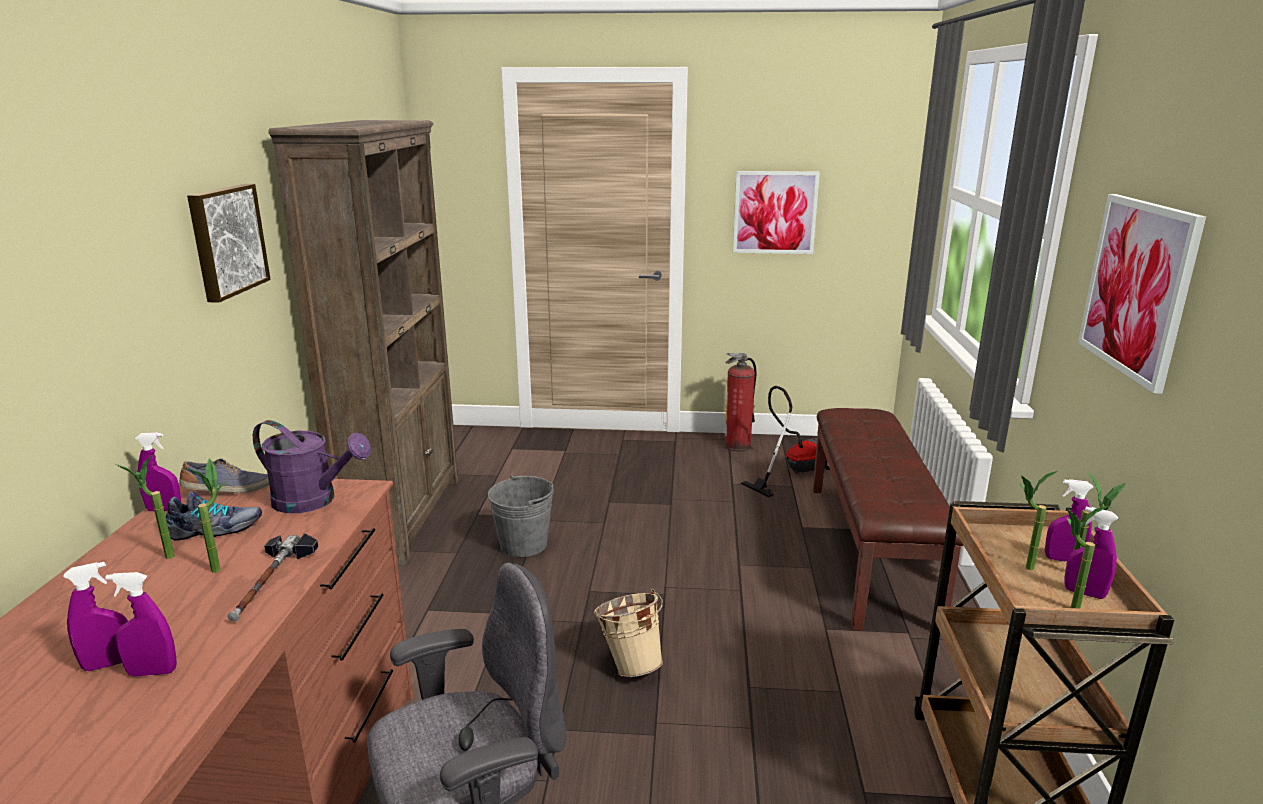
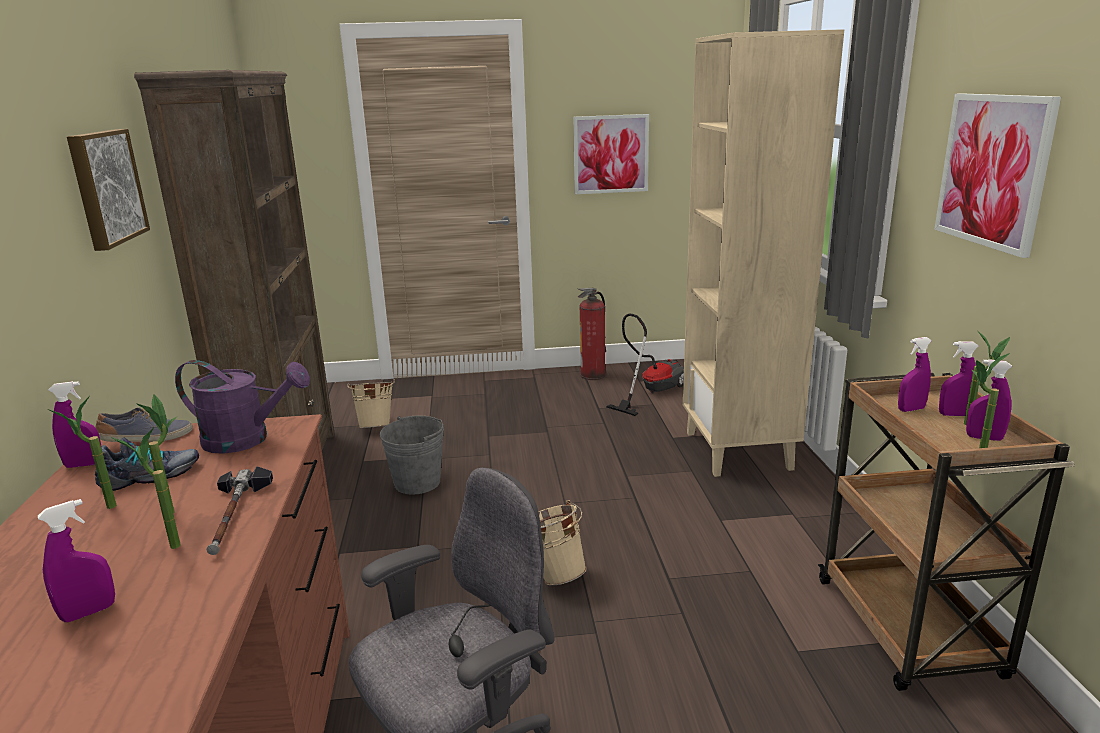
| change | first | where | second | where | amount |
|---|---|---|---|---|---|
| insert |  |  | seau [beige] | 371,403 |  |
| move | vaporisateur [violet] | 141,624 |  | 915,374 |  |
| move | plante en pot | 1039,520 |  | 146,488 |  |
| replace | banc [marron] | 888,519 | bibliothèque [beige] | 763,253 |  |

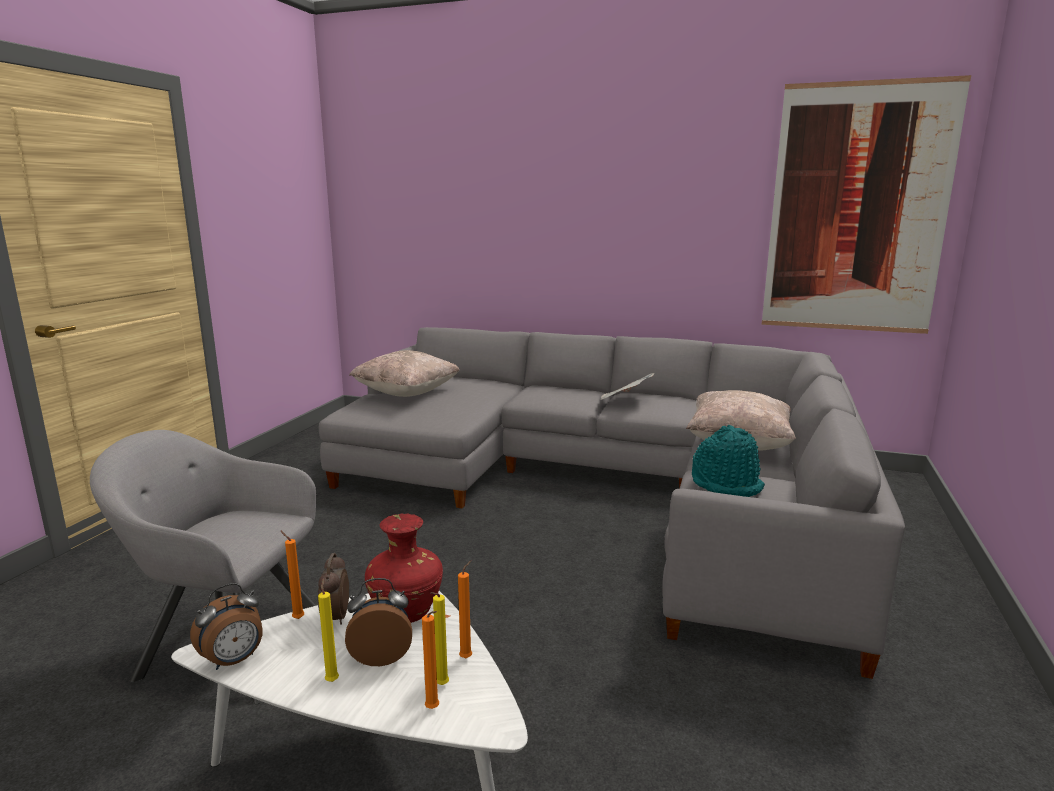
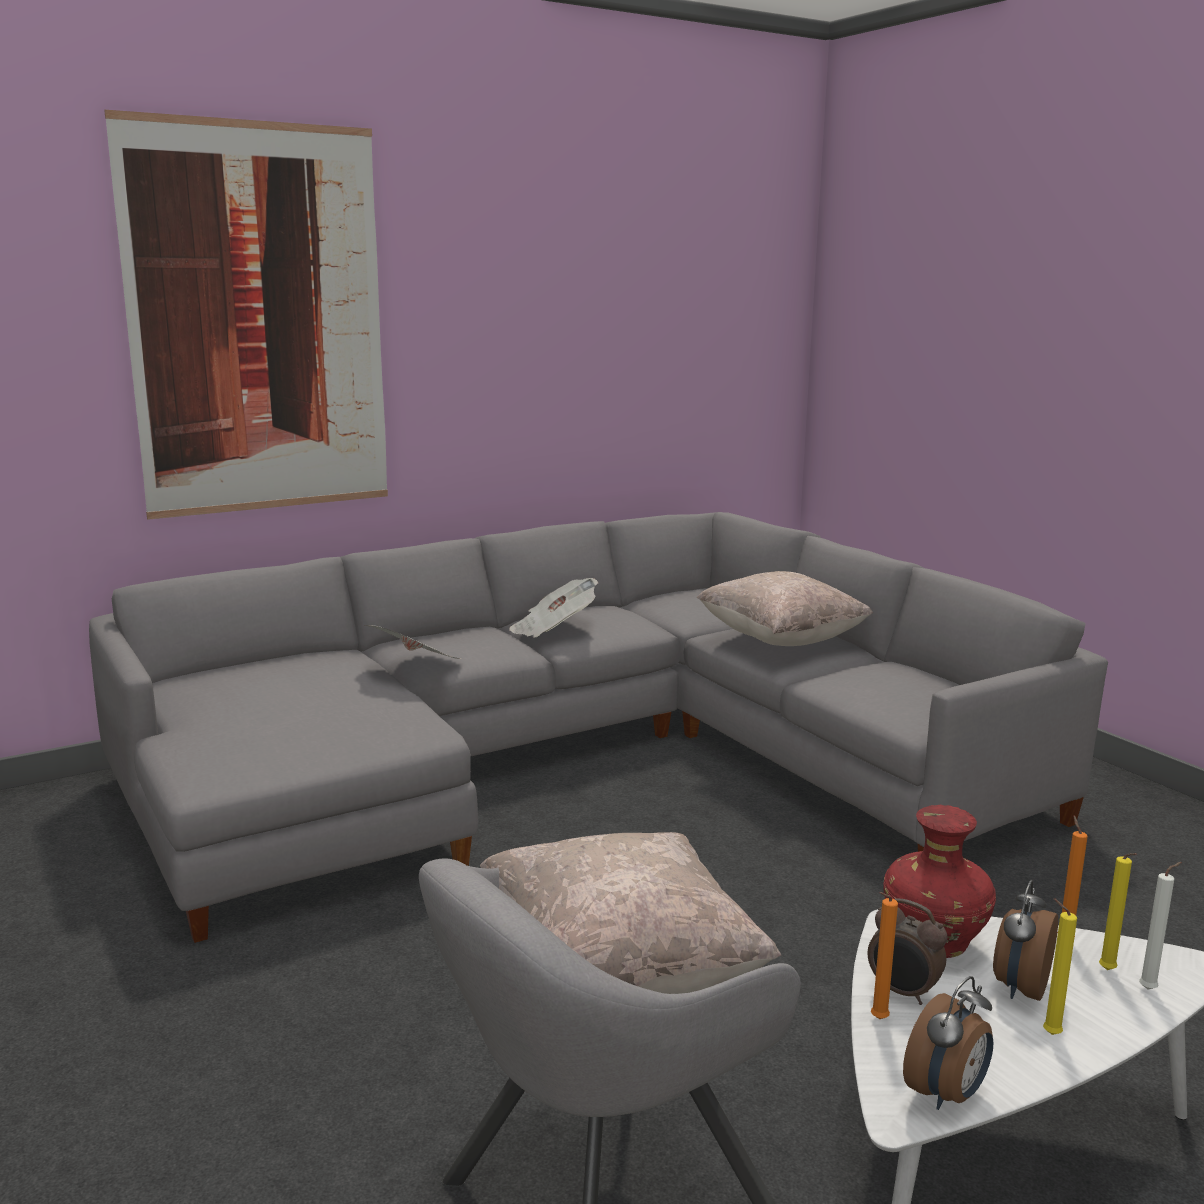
| change | first | where | second | where | amount |
|---|---|---|---|---|---|
| delete | chapeau [turquoise] | 728,460 |  |  |  |
| insert |  |  | journal | 412,642 |  |
| move | coussin [beige] | 404,373 |  | 630,913 |  |
| move | tableau | 866,204 |  | 246,315 |  |
| recolor | bougie [orange] | 430,660 | bougie [blanc] | 1160,926 |  |
| rotate | réveil | 226,626 |  | 948,1043 | 45 degrees clockwise |

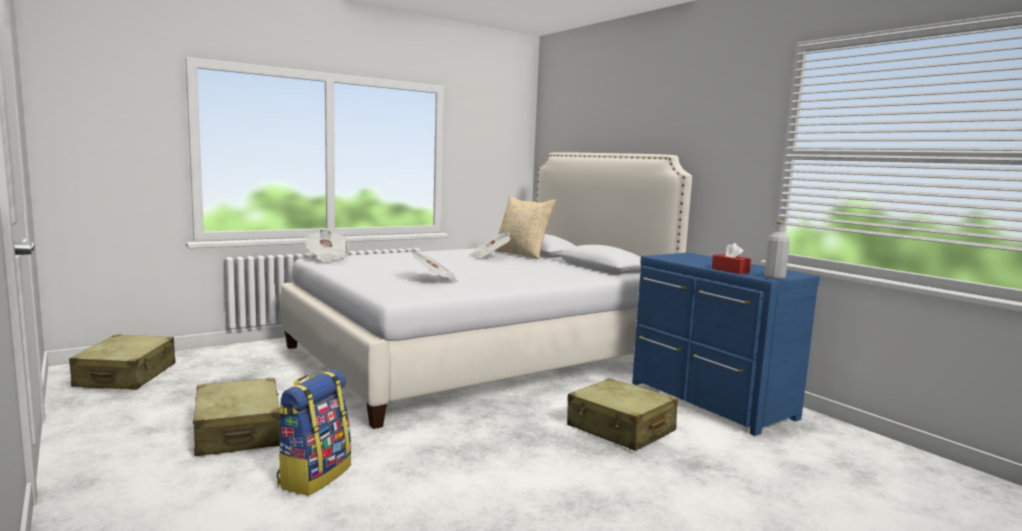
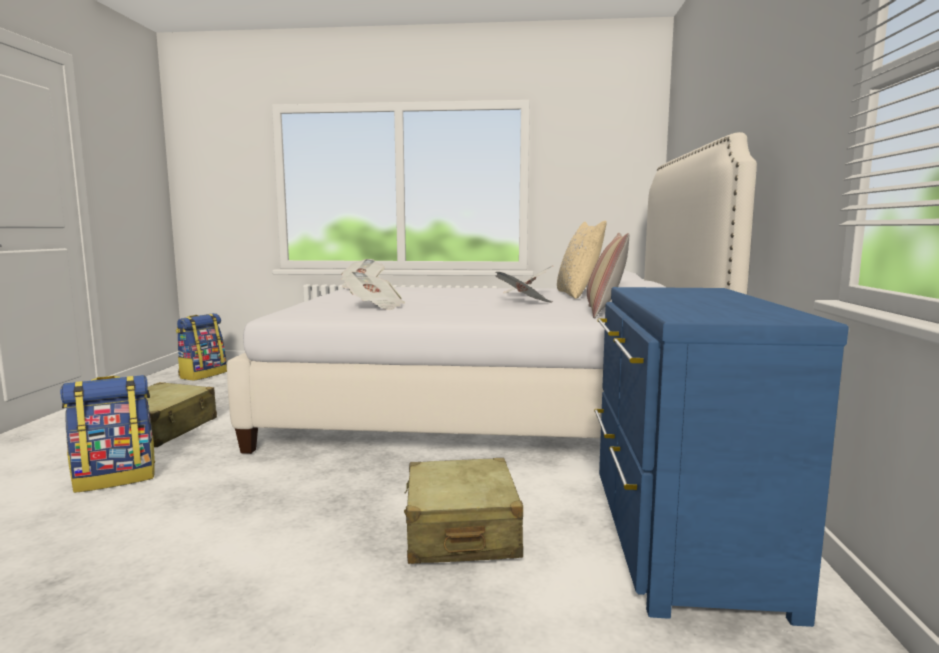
| change | first | where | second | where | amount |
|---|---|---|---|---|---|
| delete | boîte à mouchoirs [rouge] | 731,258 |  |  |  |
| delete | bouteille [gris] | 777,250 |  |  |  |
| insert |  |  | journal | 524,287 |  |
| insert |  |  | coussin | 608,275 |  |
| replace | valise [beige] | 122,362 | sac à dos | 201,347 |  |

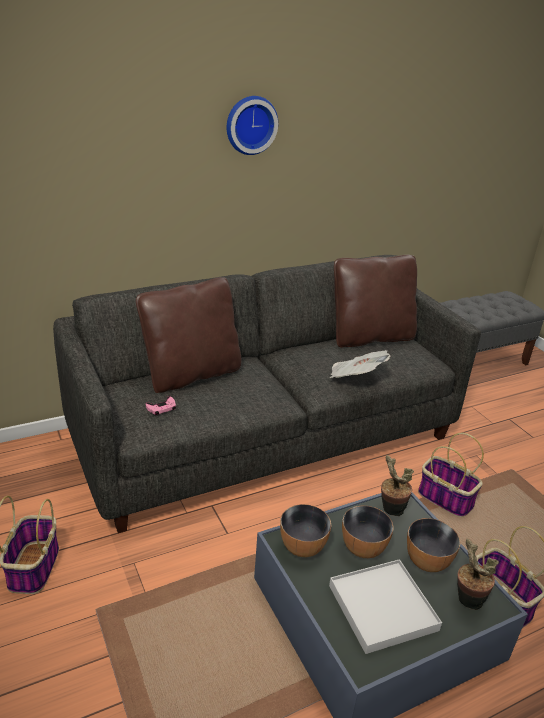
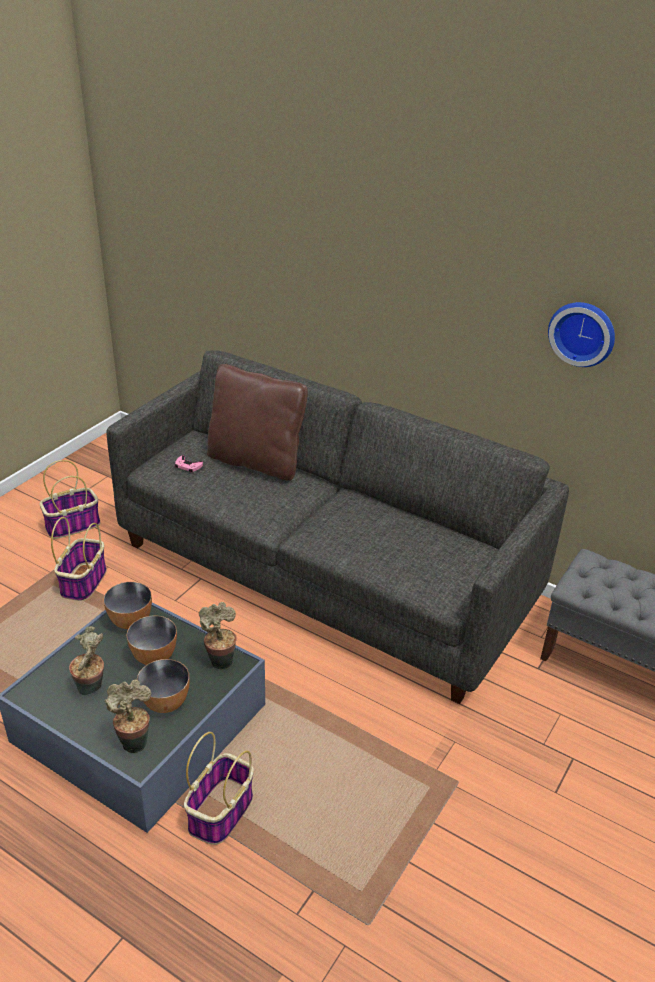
| change | first | where | second | where | amount |
|---|---|---|---|---|---|
| delete | journal | 360,364 |  |  |  |
| delete | coussin [marron] | 375,301 |  |  |  |
| move | horloge murale | 252,125 |  | 581,334 |  |
| move | panier | 451,475 |  | 79,559 |  |
| replace | plateau [blanc] | 385,606 | plante en pot | 86,660 |  |

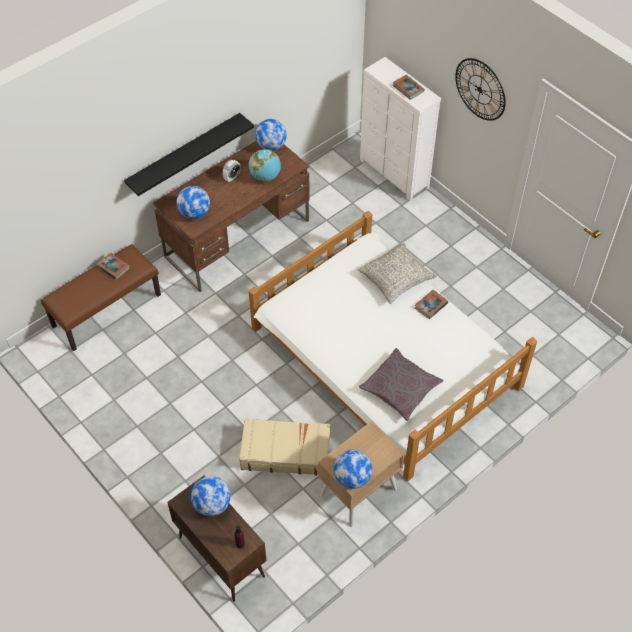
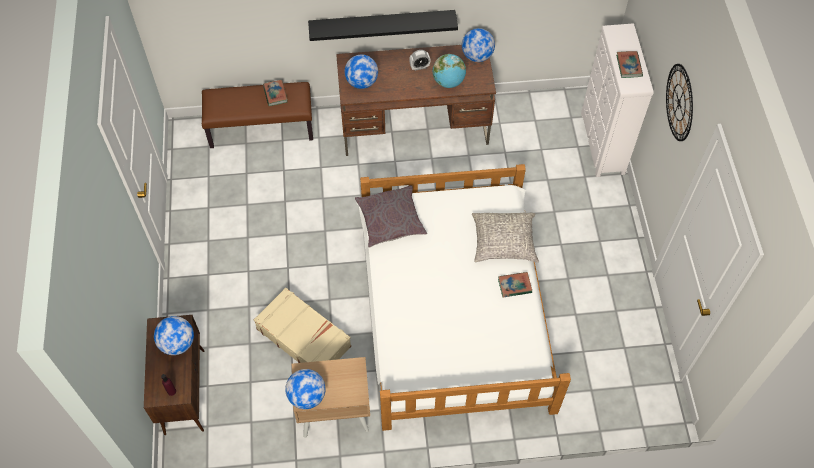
| change | first | where | second | where | amount |
|---|---|---|---|---|---|
| move | coussin [gris] | 401,384 |  | 391,216 |  |

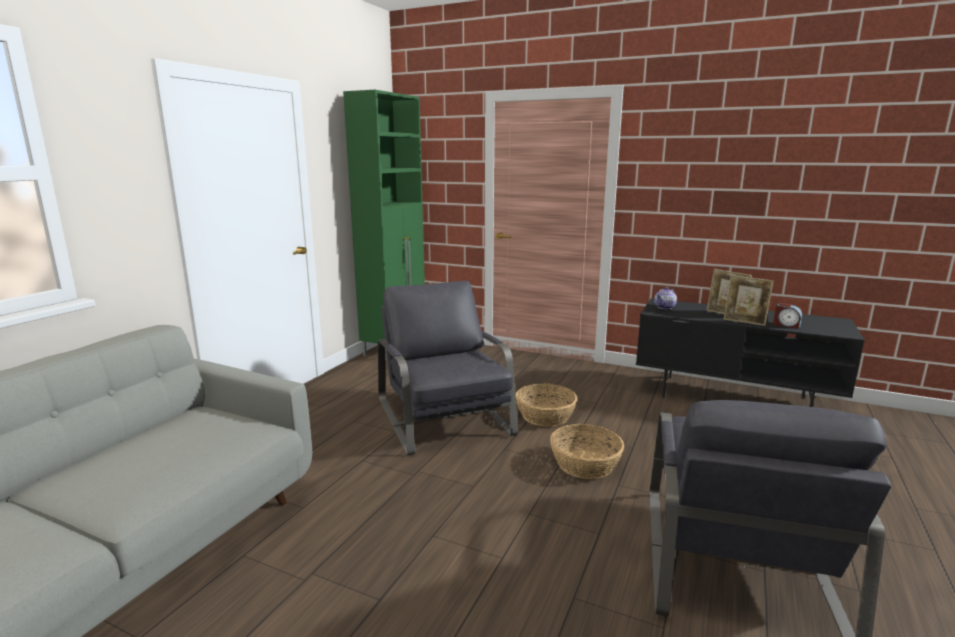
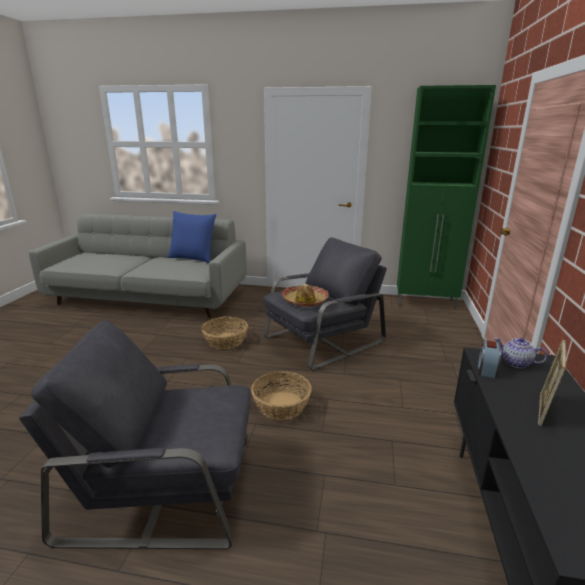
| change | first | where | second | where | amount |
|---|---|---|---|---|---|
| delete | cadre photo | 749,300 |  |  |  |
| insert |  |  | coussin [bleu] | 191,237 |  |
| insert |  |  | chapeau | 305,295 |  |
| move | panier | 546,405 |  | 224,333 |  |
| move | réveil | 787,316 |  | 489,359 |  |

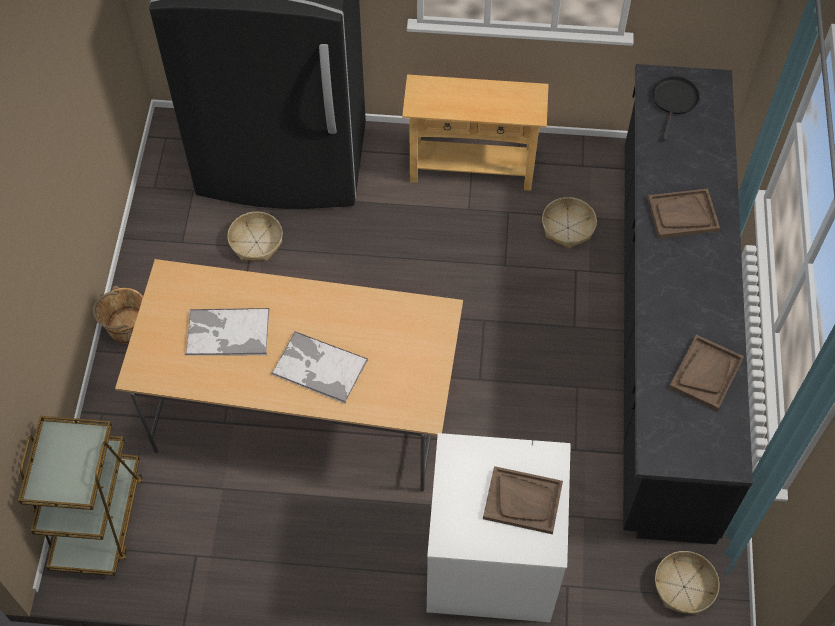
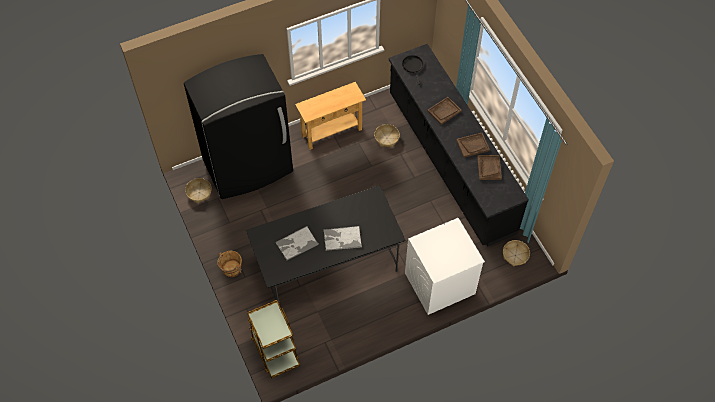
| change | first | where | second | where | amount |
|---|---|---|---|---|---|
| move | panier | 255,236 |  | 198,190 |  |
| move | plateau [marron] | 523,500 |  | 473,145 |  |
| recolor | table à manger [beige] | 289,375 | table à manger [noir] | 326,245 |  |

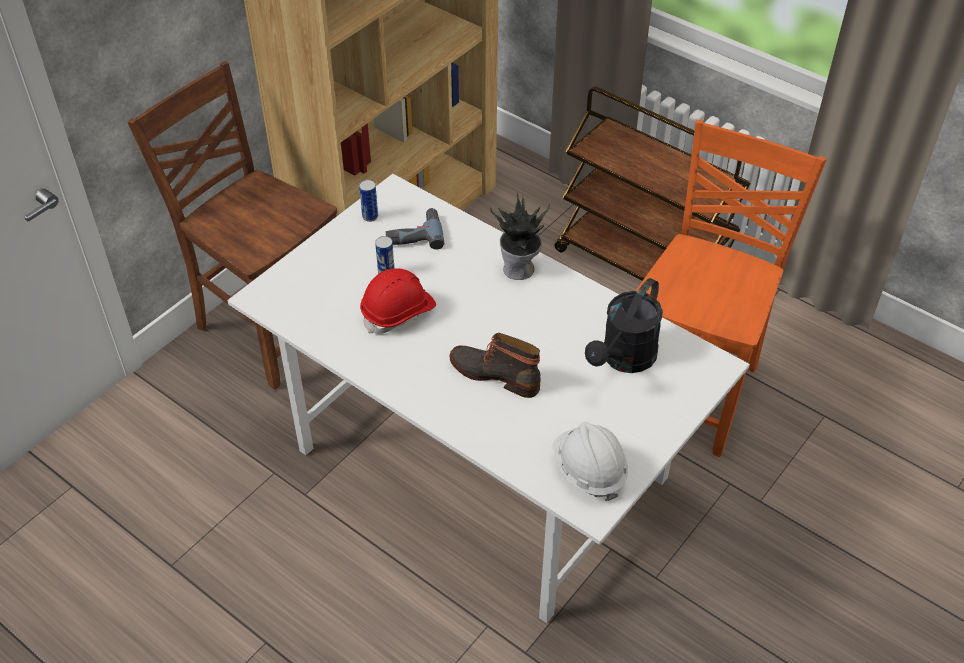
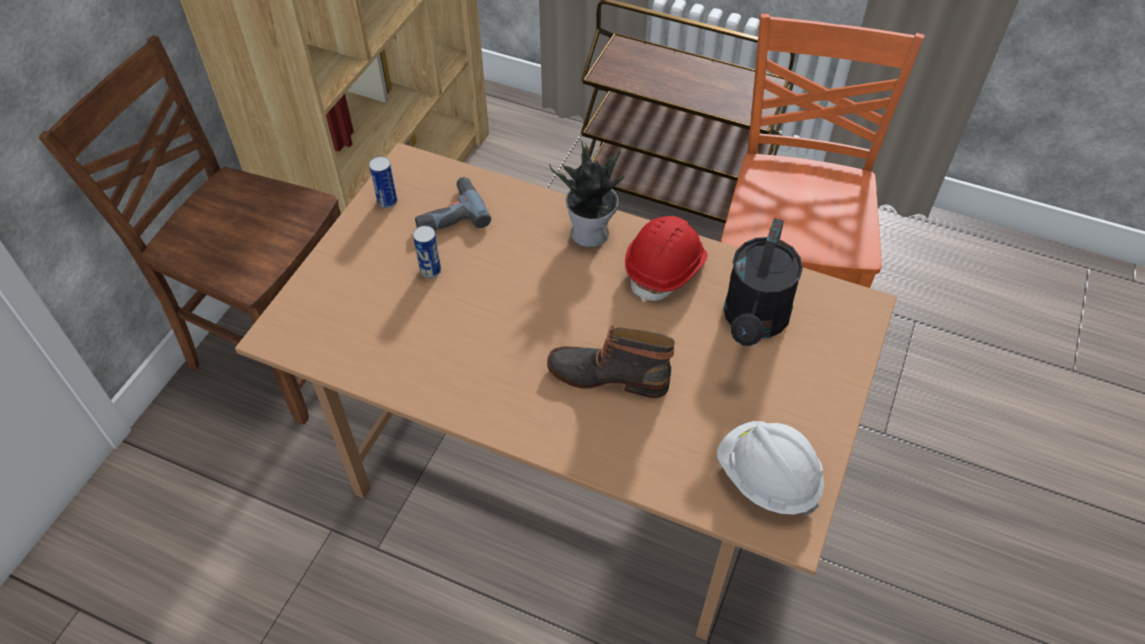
| change | first | where | second | where | amount |
|---|---|---|---|---|---|
| move | casque de chantier [rouge] | 398,301 |  | 666,259 |  |
| recolor | table à manger [blanc] | 488,398 | table à manger [marron] | 566,391 |  |

